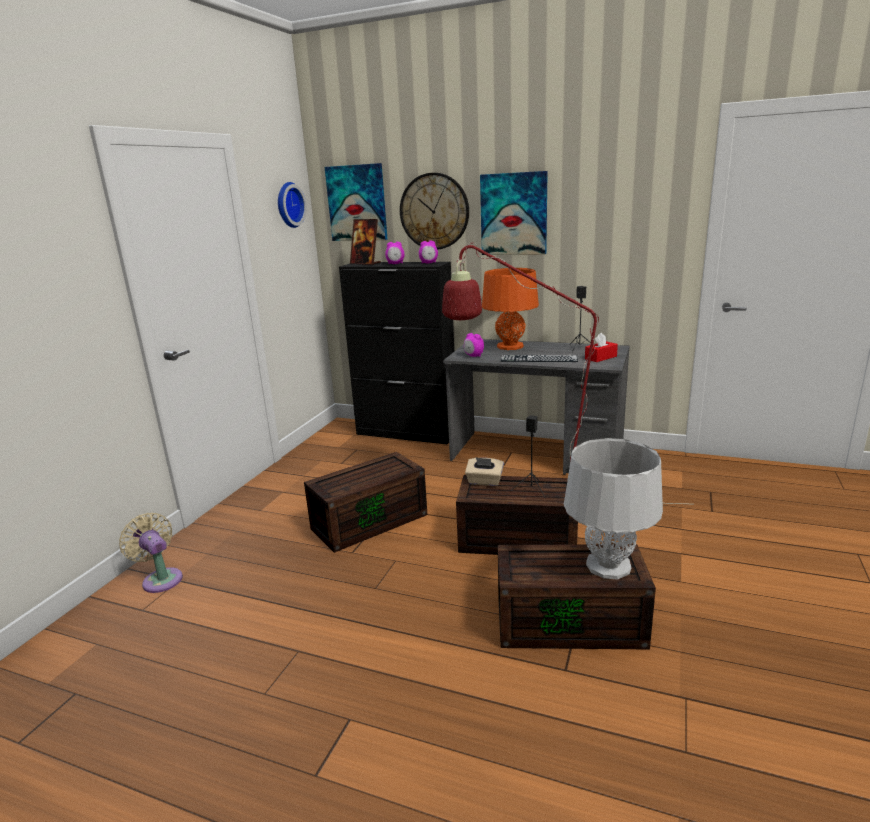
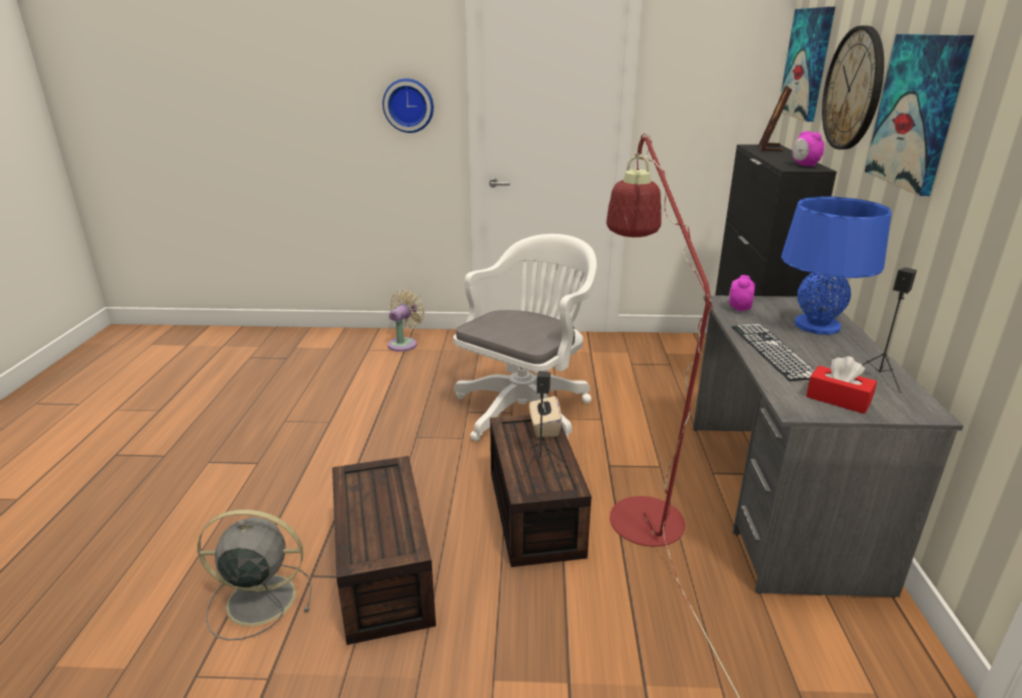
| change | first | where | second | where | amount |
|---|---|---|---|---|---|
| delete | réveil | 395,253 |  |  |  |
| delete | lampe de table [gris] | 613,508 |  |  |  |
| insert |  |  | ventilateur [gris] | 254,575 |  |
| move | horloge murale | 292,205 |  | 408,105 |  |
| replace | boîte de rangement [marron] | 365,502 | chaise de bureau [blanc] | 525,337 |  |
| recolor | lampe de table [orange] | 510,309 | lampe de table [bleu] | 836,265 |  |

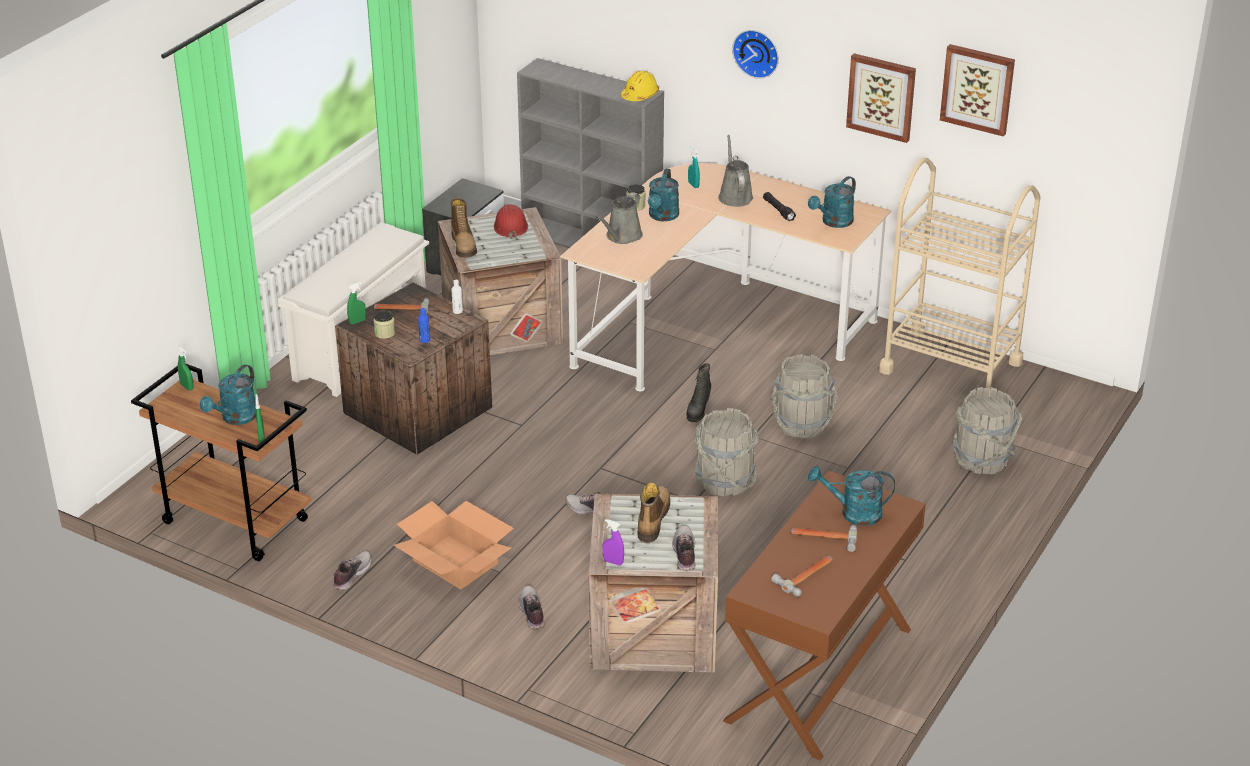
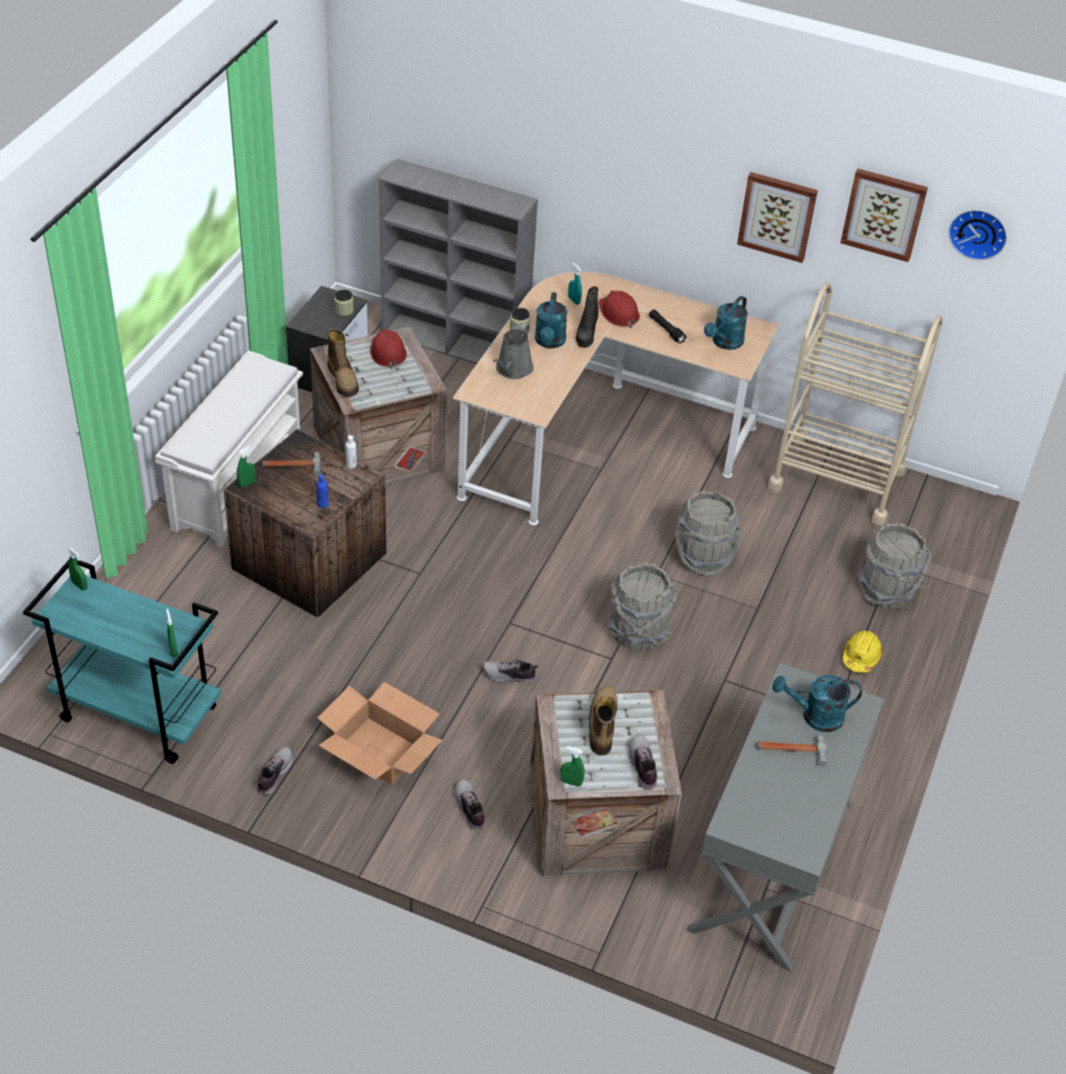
| change | first | where | second | where | amount |
|---|---|---|---|---|---|
| delete | arrosoir [turquoise] | 228,394 |  |  |  |
| delete | marteau | 802,576 |  |  |  |
| move | bocal | 384,324 |  | 344,302 |  |
| move | casque de chantier [jaune] | 640,86 |  | 863,652 |  |
| move | botte [noir] | 698,392 |  | 587,317 |  |
| move | horloge murale | 755,54 |  | 978,235 |  |
| replace | arrosoir [gris] | 735,171 | casque de chantier [rouge] | 619,309 |  |
| recolor | chariot [marron] | 221,462 | chariot [turquoise] | 122,662 |  |
| recolor | vaporisateur [violet] | 613,542 | vaporisateur [vert] | 572,766 |  |
| recolor | table console [marron] | 824,616 | table console [gris] | 785,817 |  |

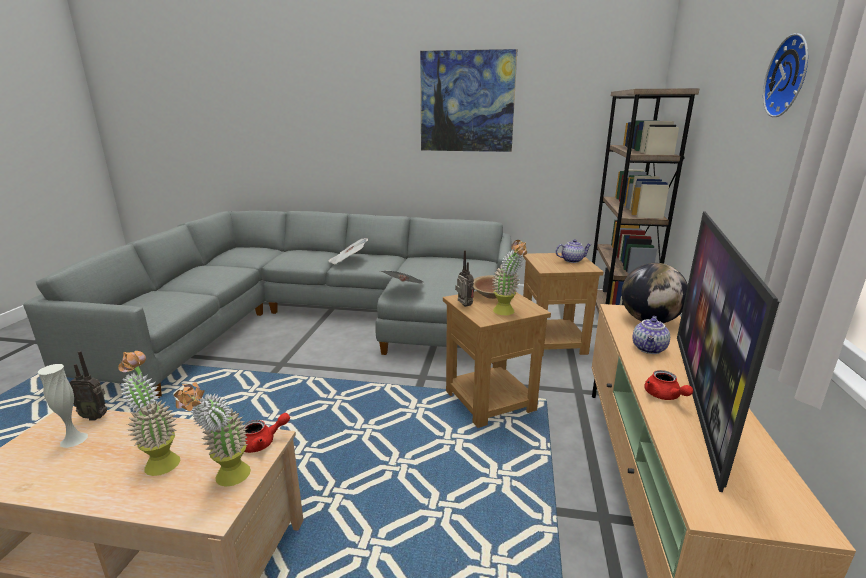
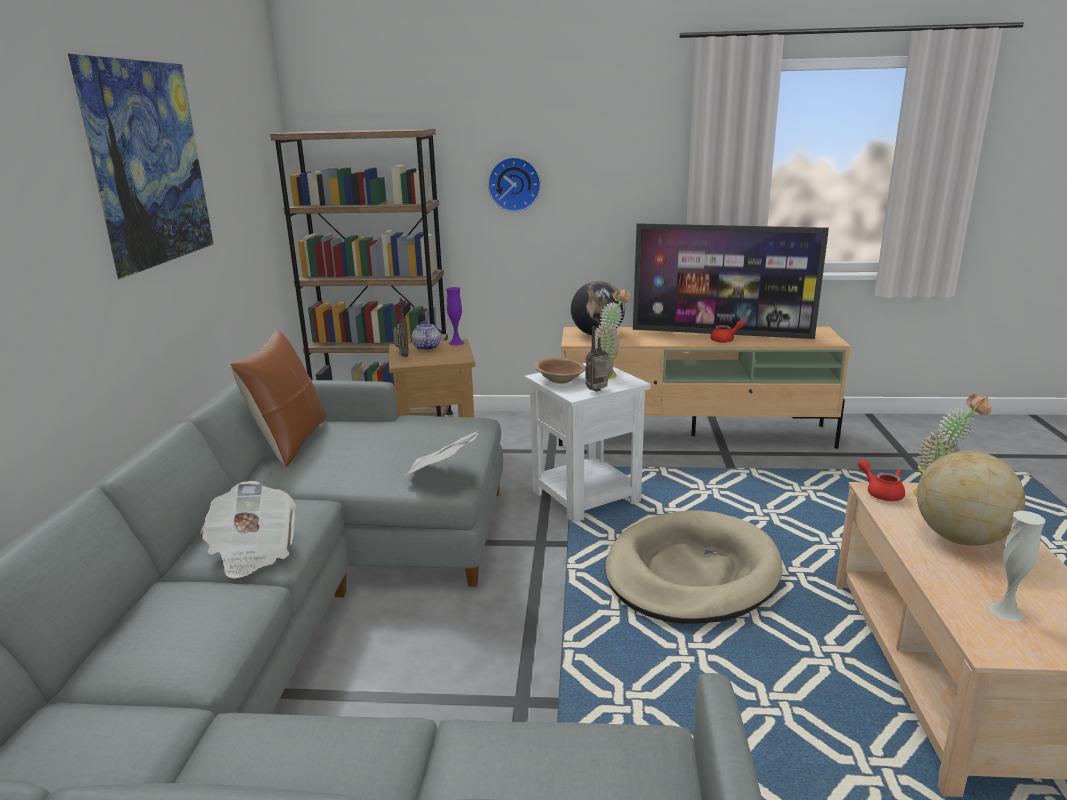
| change | first | where | second | where | amount |
|---|---|---|---|---|---|
| delete | théière | 651,335 |  |  |  |
| insert |  |  | coussin [marron] | 278,398 |  |
| insert |  |  | vase [violet] | 455,316 |  |
| insert |  |  | panier pour chien [beige] | 693,566 |  |
| move | radio | 88,386 |  | 401,327 |  |
| move | horloge murale | 785,75 |  | 514,184 |  |
| replace | plante en pot | 149,413 | globe | 971,498 |  |
| recolor | table d'appoint [marron] | 497,359 | table d'appoint [blanc] | 588,442 |  |

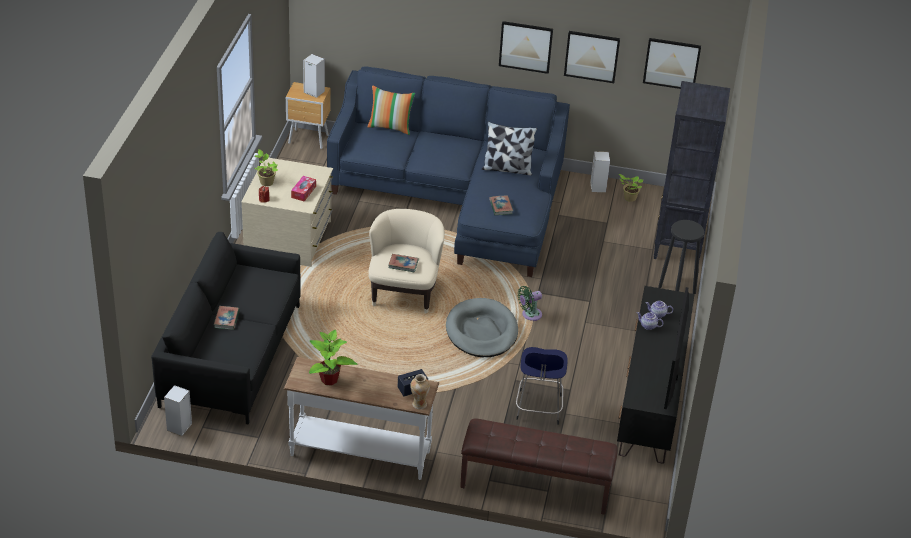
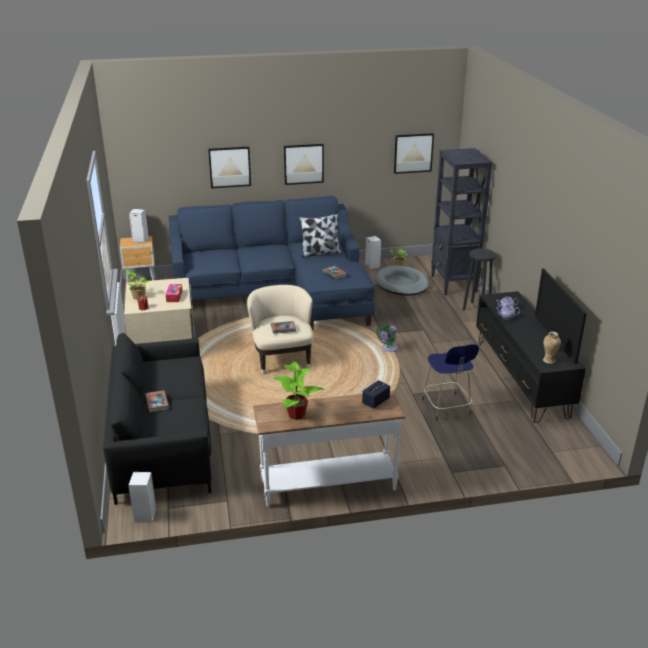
| change | first | where | second | where | amount |
|---|---|---|---|---|---|
| delete | coussin | 391,110 |  |  |  |
| delete | banc [marron] | 539,467 |  |  |  |
| move | vase | 420,391 |  | 552,348 |  |
| move | panier pour chien [gris] | 482,327 |  | 402,280 |  |
| move | tableau | 592,57 |  | 229,167 |  |

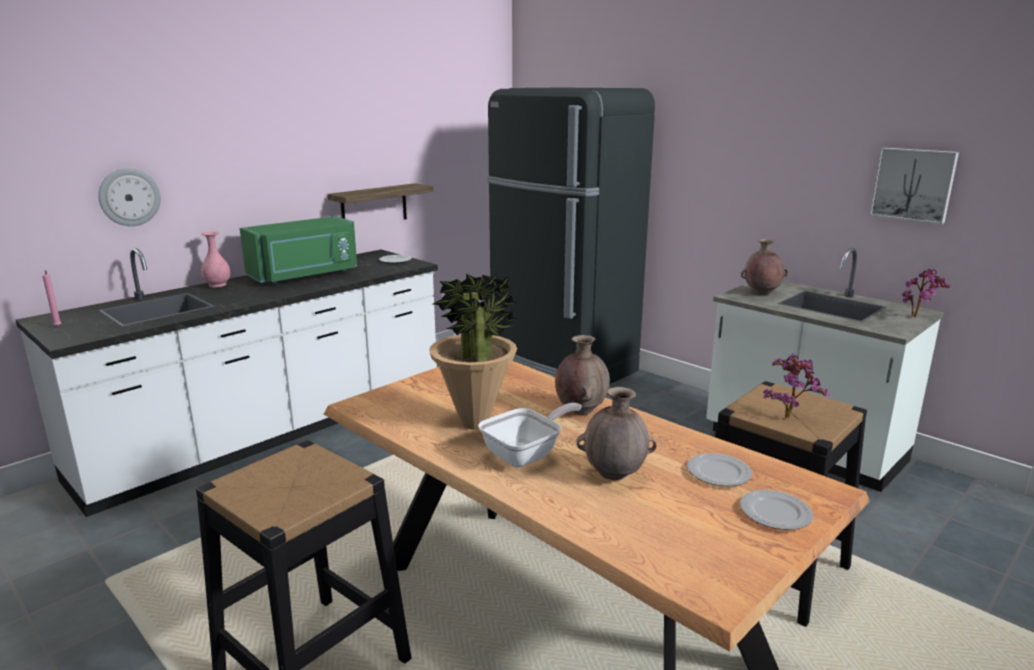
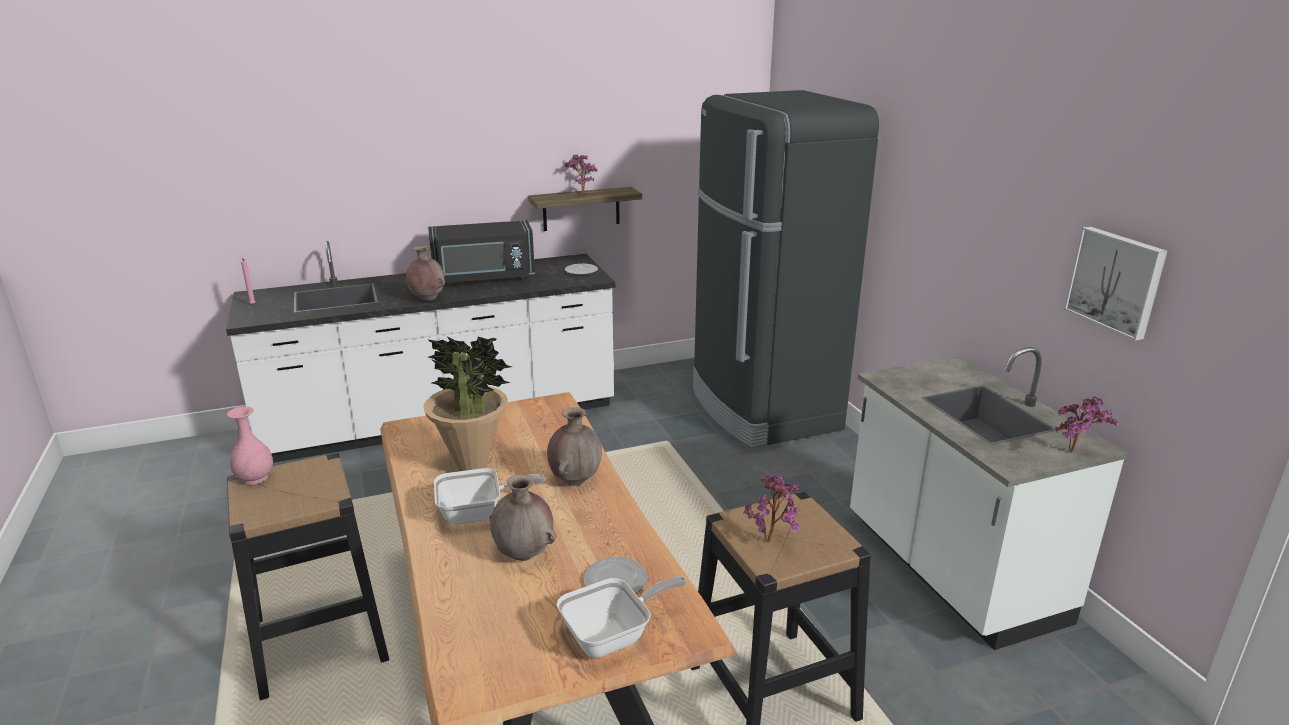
| change | first | where | second | where | amount |
|---|---|---|---|---|---|
| delete | horloge murale | 129,197 |  |  |  |
| insert |  |  | plante en pot | 581,174 |  |
| move | vase [rose] | 216,259 |  | 250,445 |  |
| move | vase [marron] | 764,267 |  | 425,273 |  |
| replace | assiette | 776,510 | poêle | 621,617 |  |
| recolor | micro-ondes [vert] | 298,249 | micro-ondes [noir] | 481,252 |  |

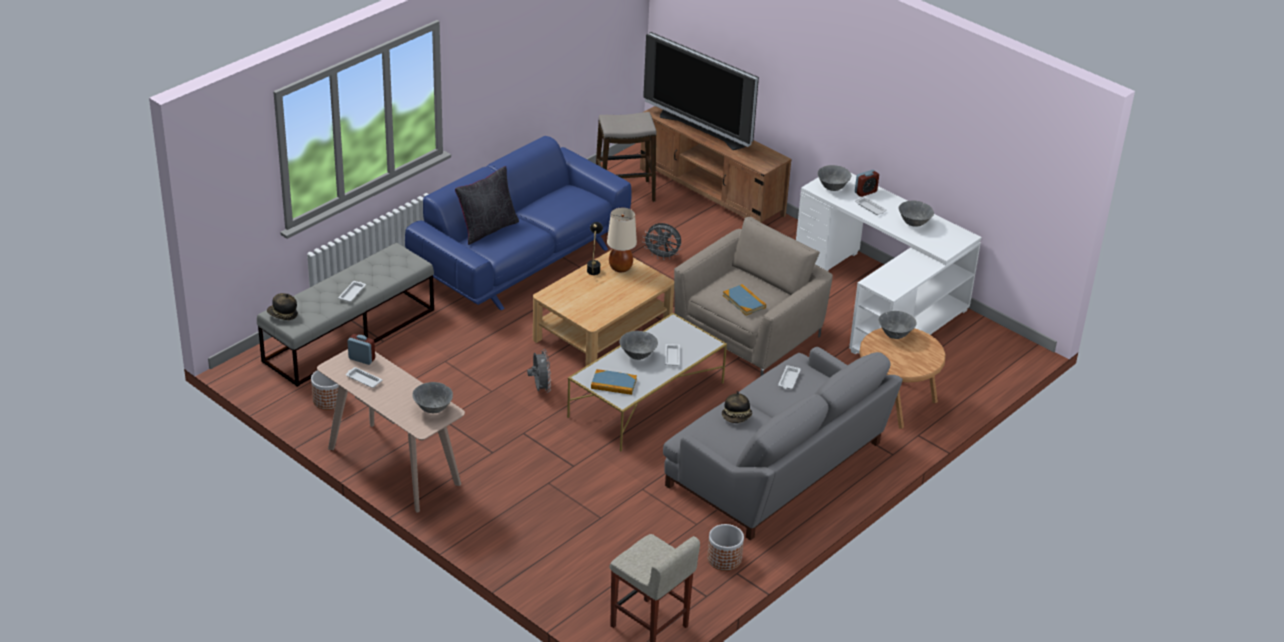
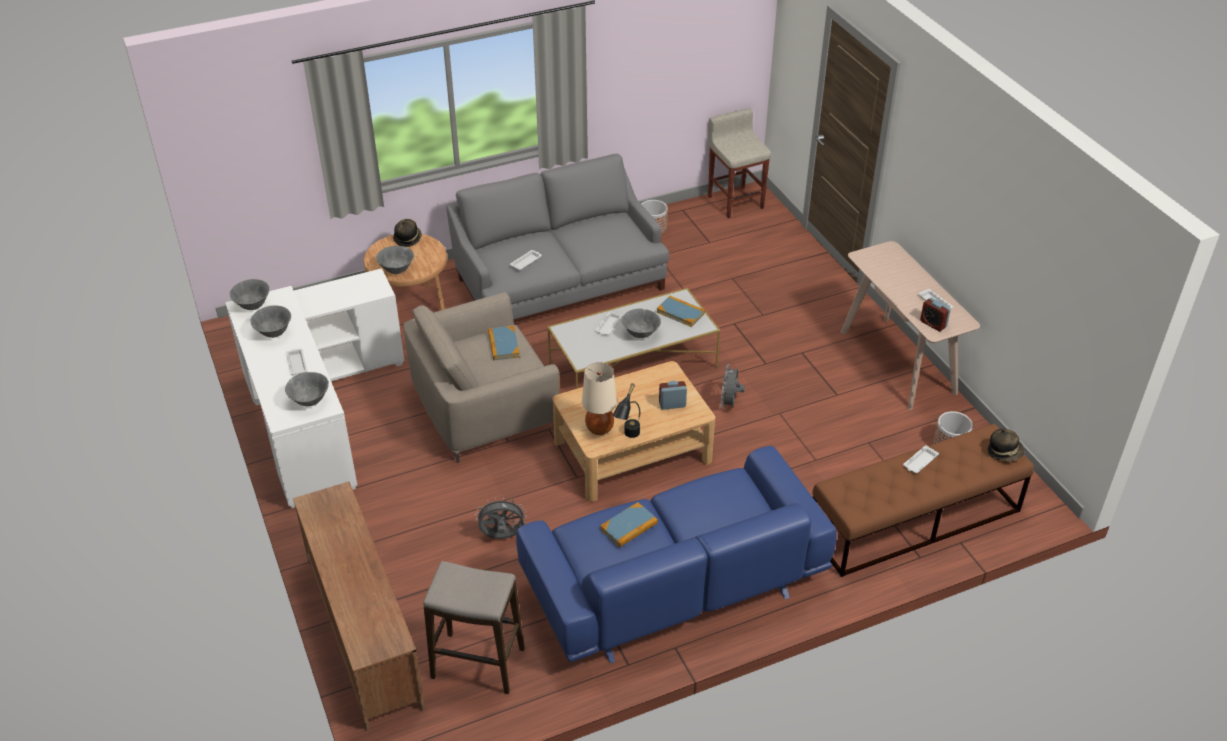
| change | first | where | second | where | amount |
|---|---|---|---|---|---|
| delete | coussin [noir] | 487,205 |  |  |  |
| delete | téléviseur | 701,91 |  |  |  |
| insert |  |  | livre | 629,524 |  |
| move | bol [gris] | 433,397 |  | 250,294 |  |
| move | chapeau | 737,407 |  | 407,233 |  |
| move | réveil | 867,183 |  | 673,395 |  |
| recolor | banc [gris] | 345,315 | banc [marron] | 923,500 |  |
| rotate | ventilateur [gris] | 662,241 |  | 501,518 | 45 degrees counterclockwise |

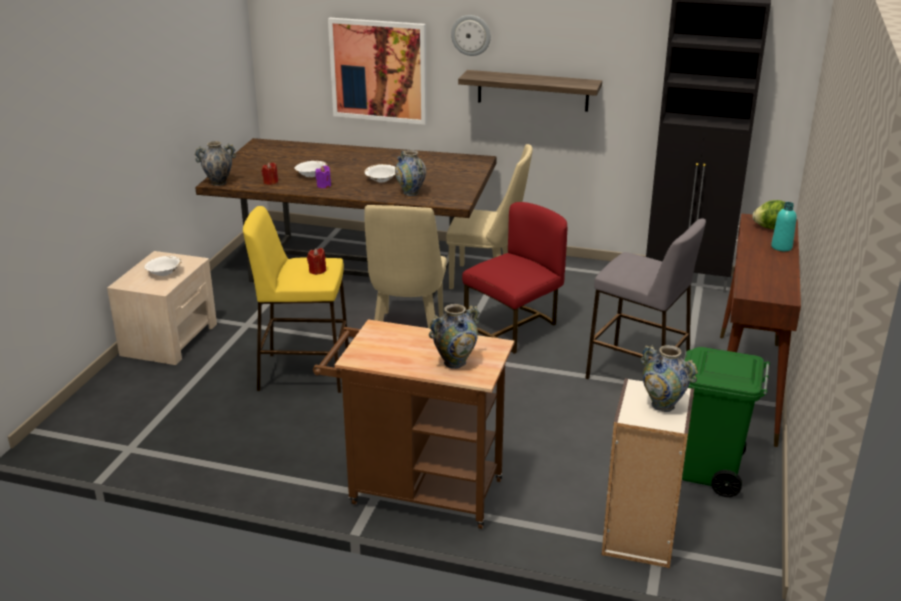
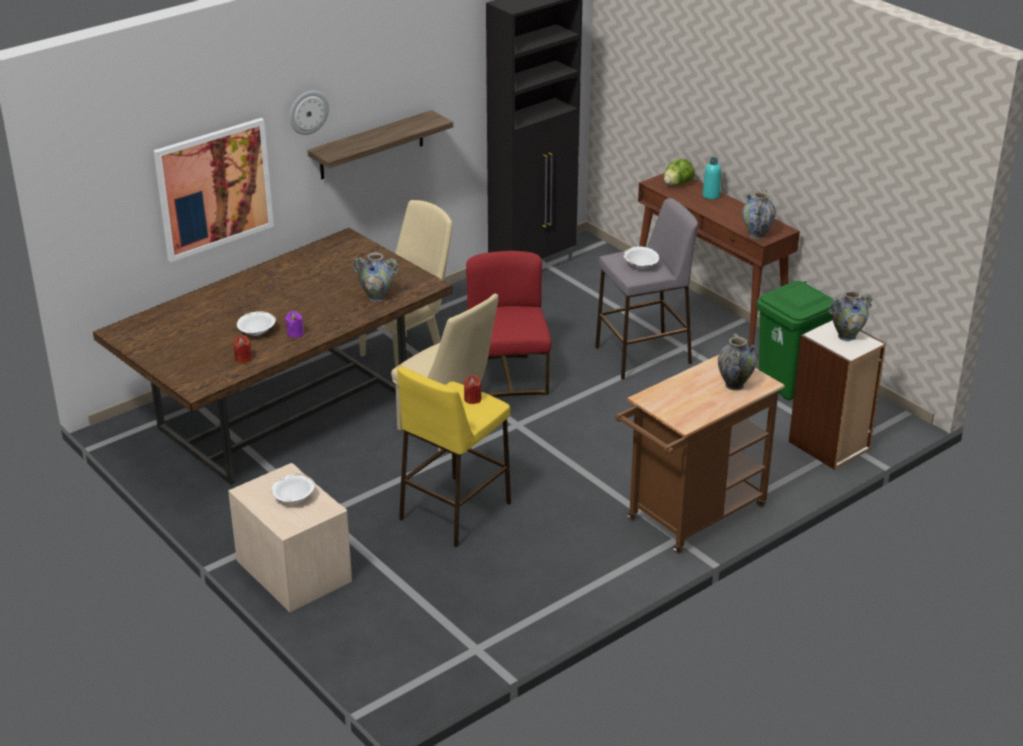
| change | first | where | second | where | amount |
|---|---|---|---|---|---|
| move | vase | 215,163 |  | 759,214 |  |
| move | bol [blanc] | 379,173 |  | 641,258 |  |

